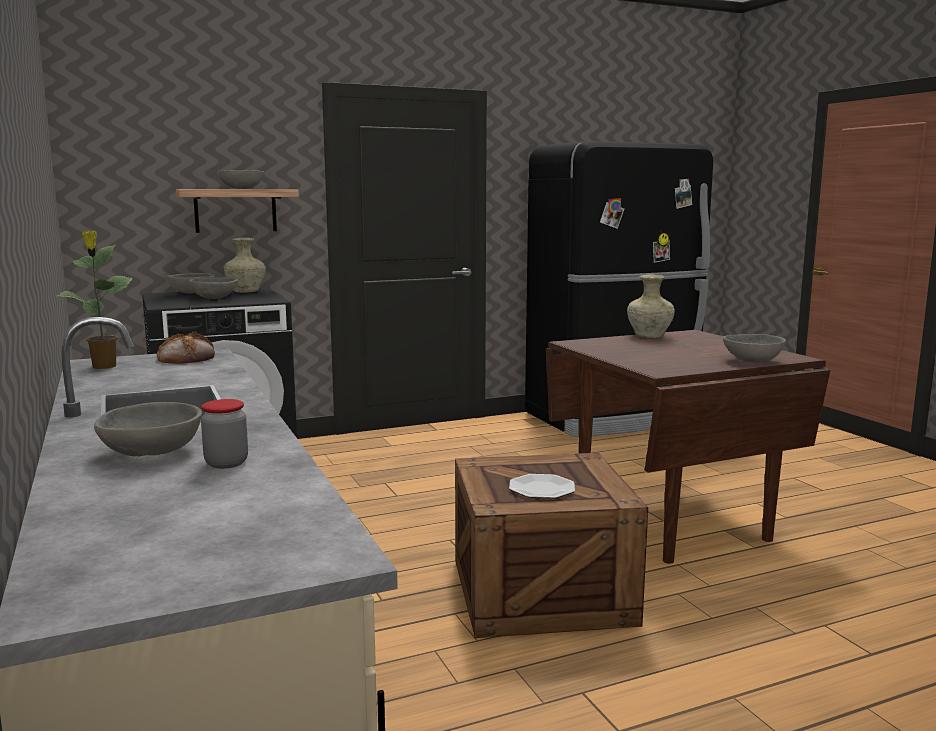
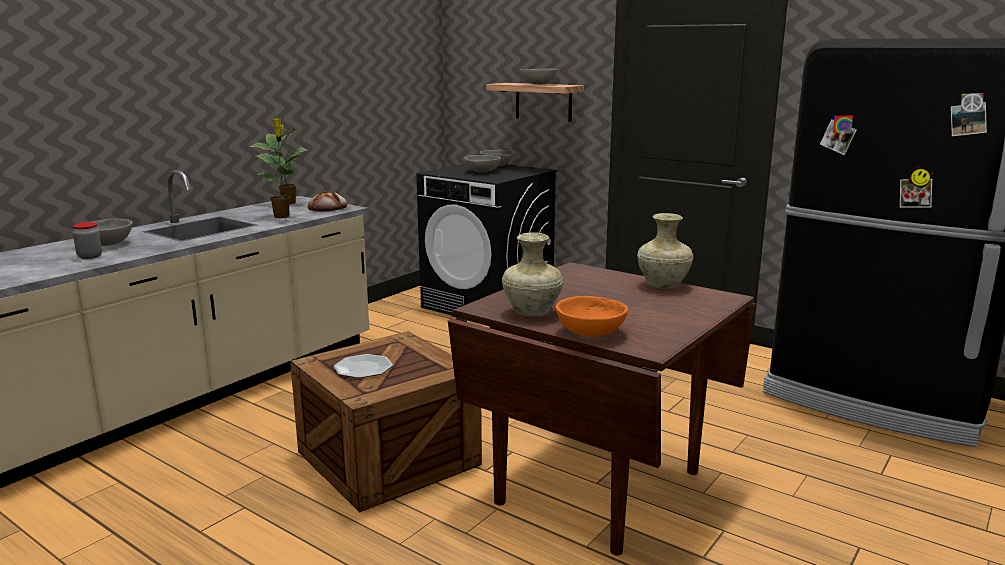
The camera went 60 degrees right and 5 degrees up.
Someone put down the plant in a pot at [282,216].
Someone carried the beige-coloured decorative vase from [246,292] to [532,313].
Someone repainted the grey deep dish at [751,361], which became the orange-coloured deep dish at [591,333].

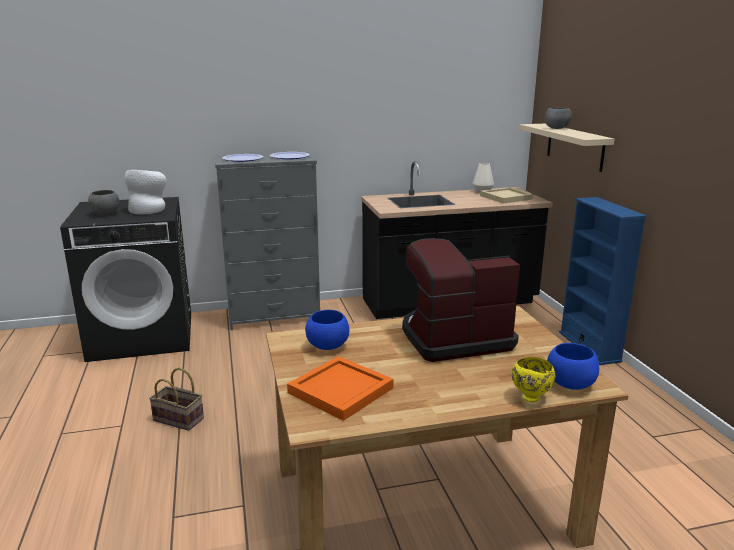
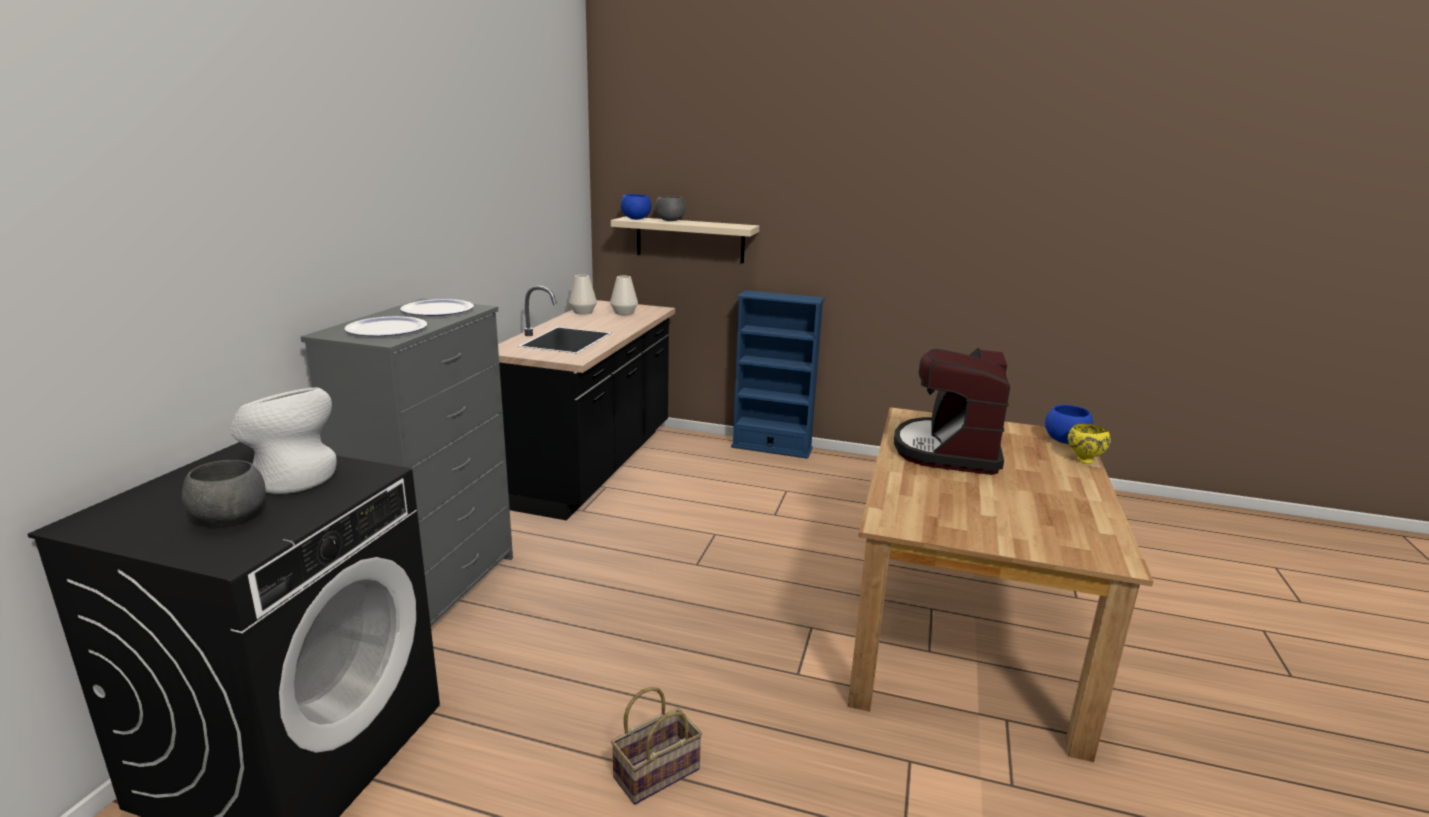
The camera went 60 degrees left and 0 degrees up.
Someone took away the orange-coloured tray at [340,389].
Someone carried the bluish deep dish from [327,346] to [635,219].
Someone swapped the beige-coloured tray at [504,197] for the white decorative vase at [624,313].

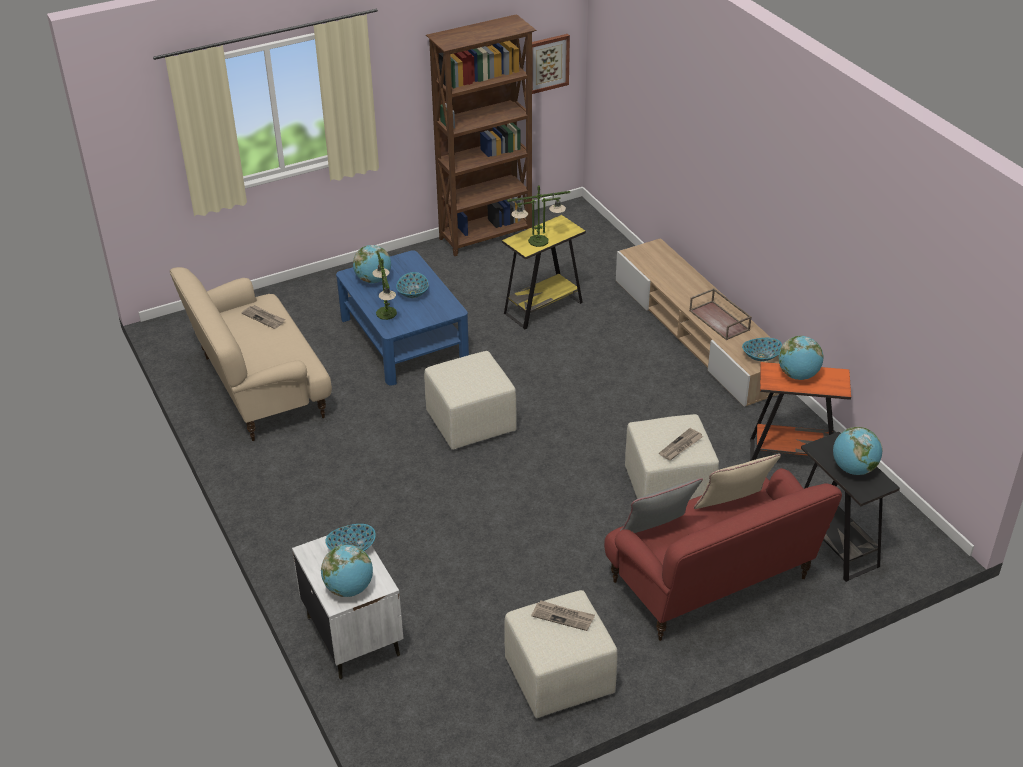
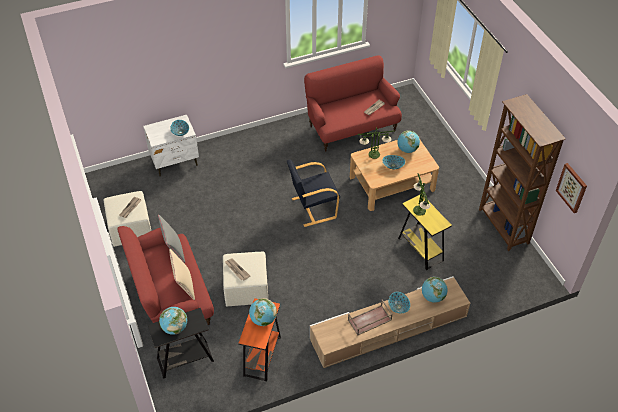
The camera went 95 degrees right and 10 degrees up.
Someone carried the world globe from [349,588] to [433,297].
Someone carried the deep dish from [761,357] to [398,307].
Someone swapped the beige-coloured pouffe at [470,424] for the black-coloured lounge chair at [312,208].
Someone repainted the beige-coloured settee at [260,389], which became the reddish settee at [351,127].
Someone repainted the bluish low table at [403,338], which became the beige-coloured low table at [392,183].

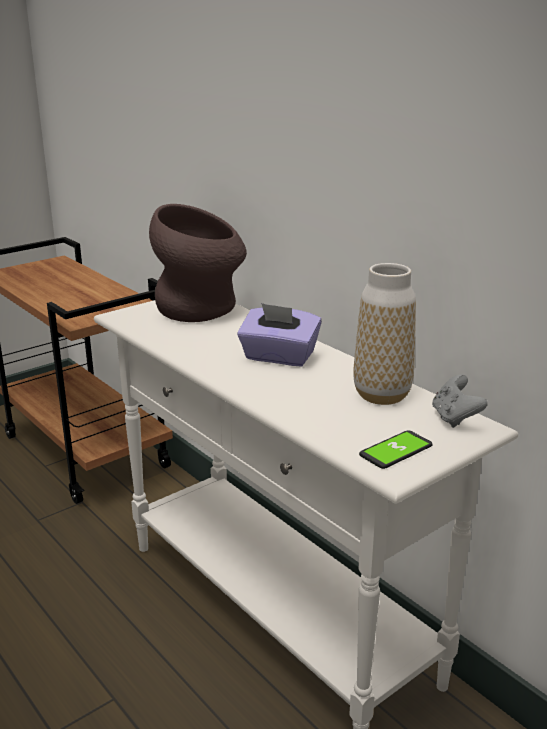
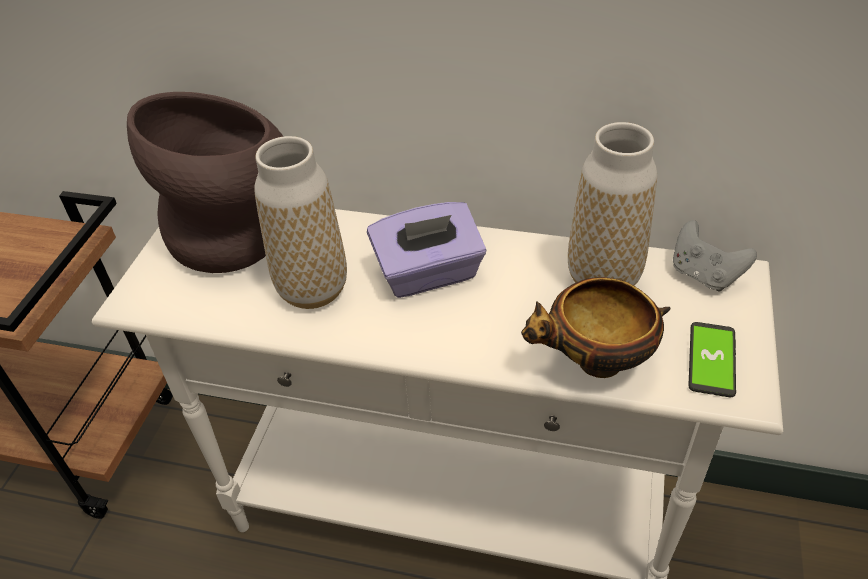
The camera went 35 degrees left and 20 degrees up.
Someone put down the decorative vase at [313,290].
Someone put down the deep dish at [595,363].

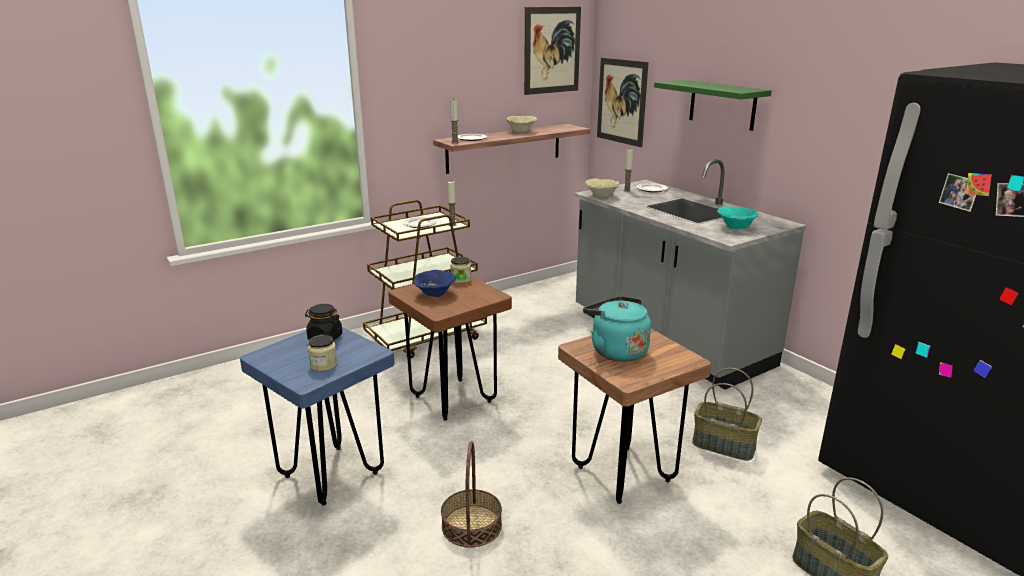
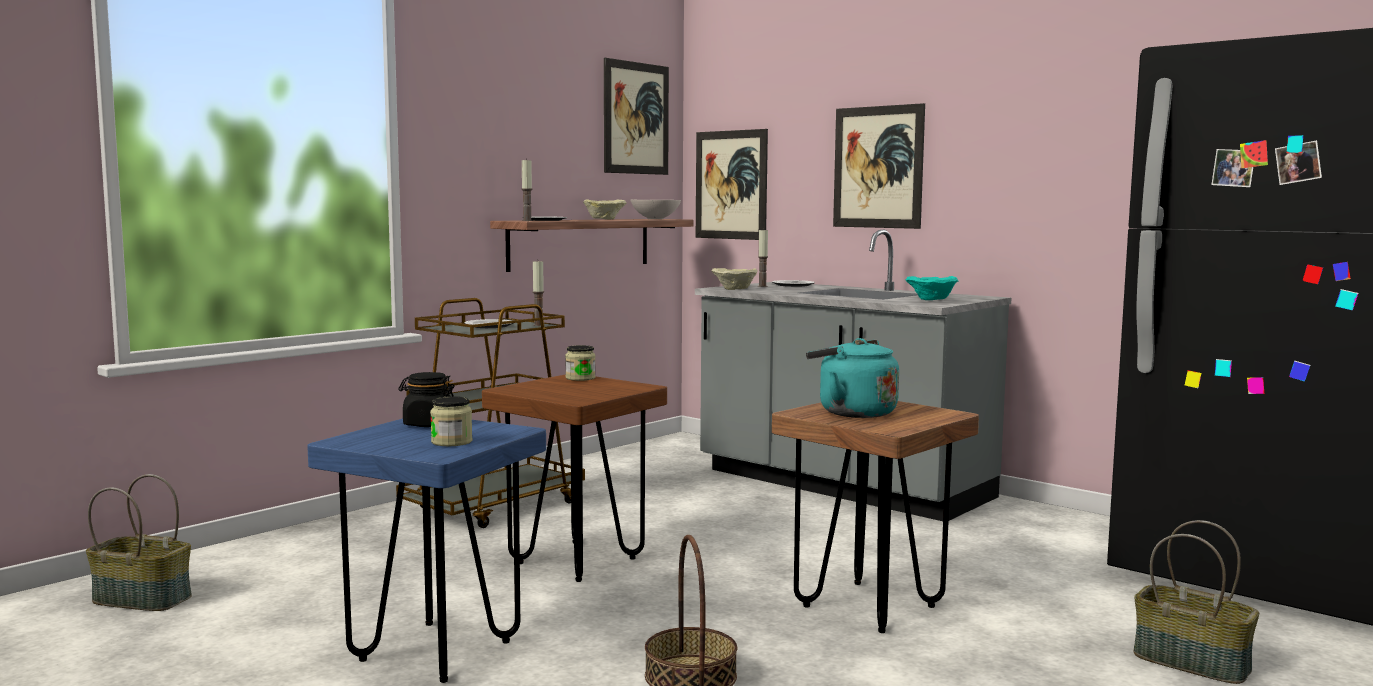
The camera went 15 degrees left and 15 degrees down.
Someone took away the bluish deep dish at [435,294].
Someone put down the white deep dish at [656,219].
Someone carried the basket from [724,445] to [144,599].
Someone swapped the greenish shelf at [722,105] for the wall art at [878,167].

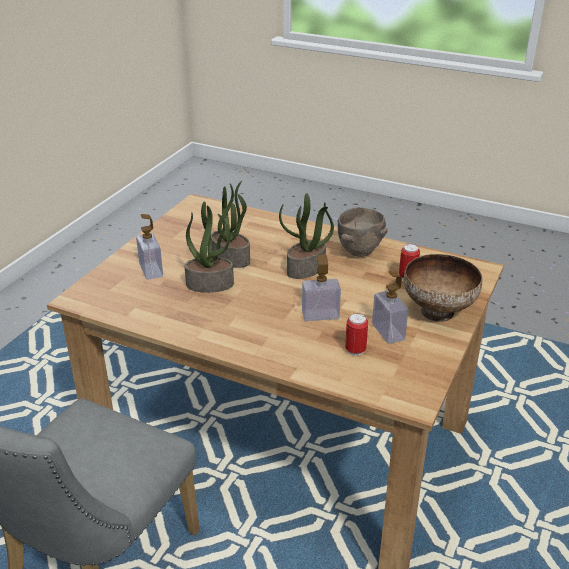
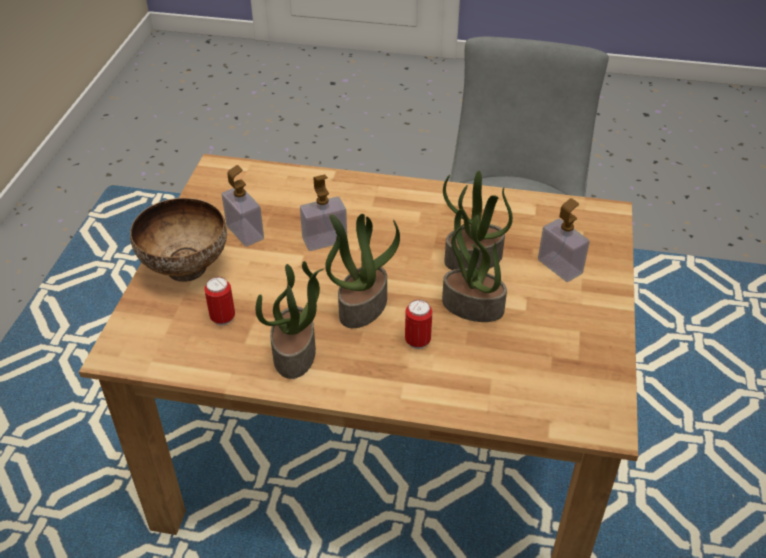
The camera went 165 degrees right and 10 degrees up.
Someone carried the sealed can from [355,350] to [417,341].
Someone swapped the brown deep dish at [359,252] for the plant in a pot at [295,354].

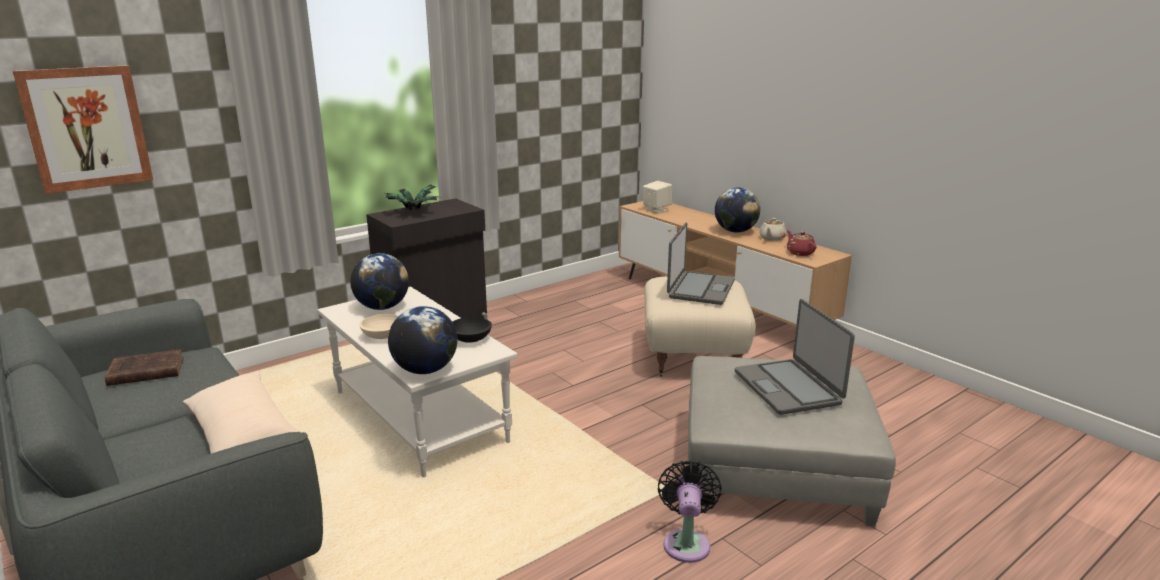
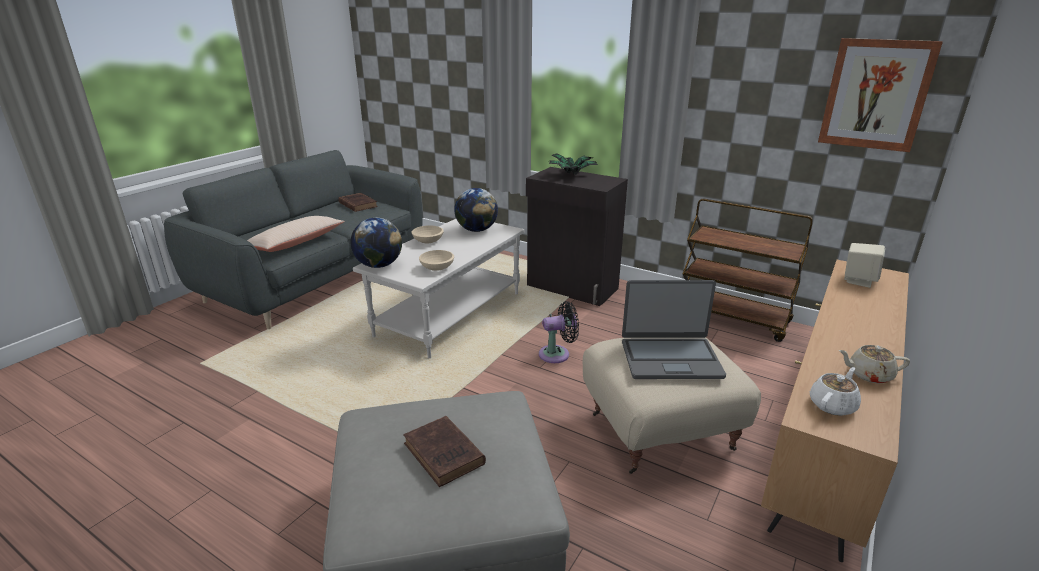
The camera went 70 degrees right and 5 degrees up.
Someone took away the world globe at [735,231].
Someone put down the brown wheeled cart at [732,318].
Someone carried the wall art from [86,128] to [876,94].
Someone carried the black-coloured cooling fan from [686,542] to [557,354].
Someone swapped the notebook computer at [788,388] for the brown volume at [445,455].
Someone repainted the black-coloured deep dish at [471,339], which became the beige-coloured deep dish at [436,268].
Someone repainted the reddish teapot at [800,252], which became the white teapot at [832,405].

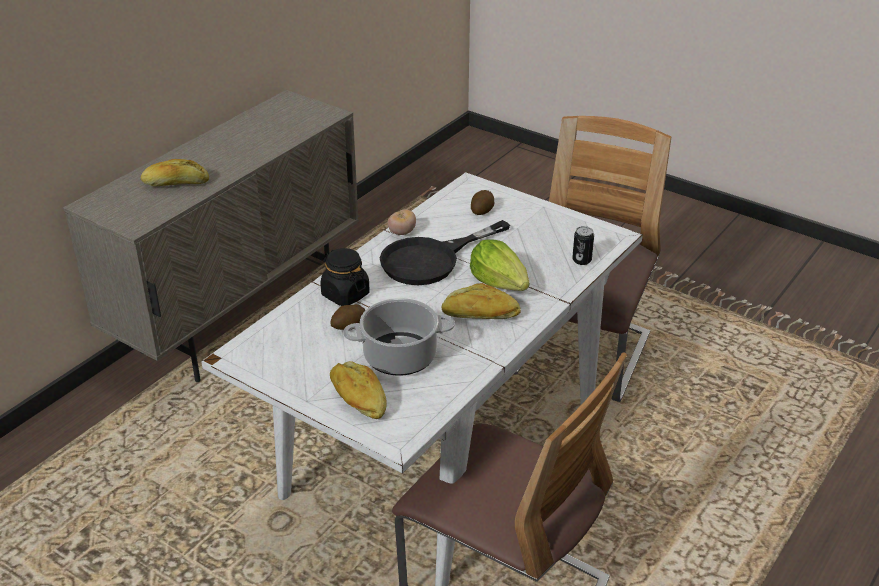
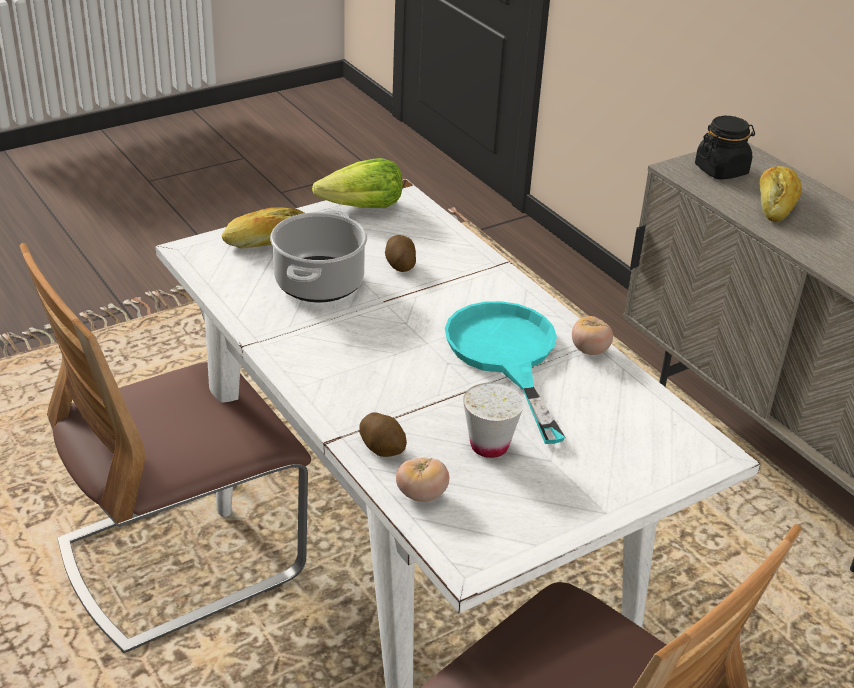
The camera went 110 degrees right and 0 degrees up.
Someone took away the baked bread at [480,315].
Someone put down the white small cup at [489,446].
Someone carried the black-coloured jar from [345,294] to [721,170].
Someone carried the head of lettuce from [500,283] to [362,208].
Someone carried the potato from [482,210] to [383,448].
Someone swapped the sealed can at [581,260] for the tomato at [421,495].
Someone repainted the black-coloured skillet at [431,260], which became the blue-green skillet at [506,356].

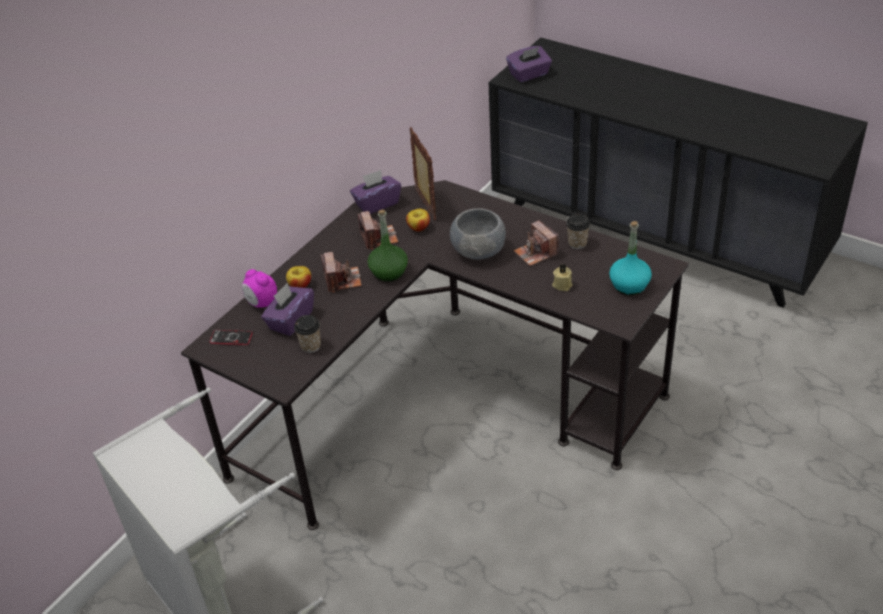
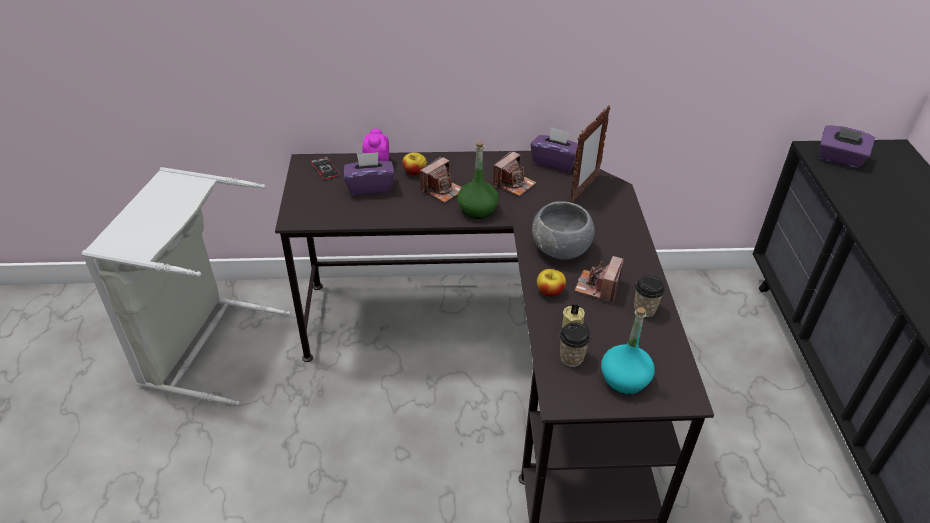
The camera went 50 degrees right and 0 degrees up.
Someone carried the small cup from [310,346] to [571,358].
Someone carried the apple from [419,228] to [550,291].

